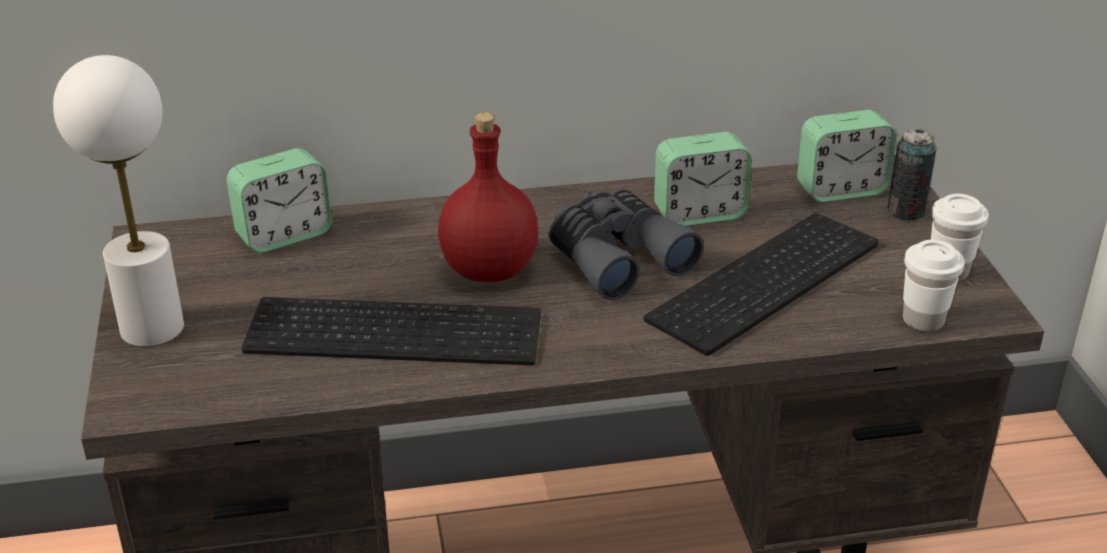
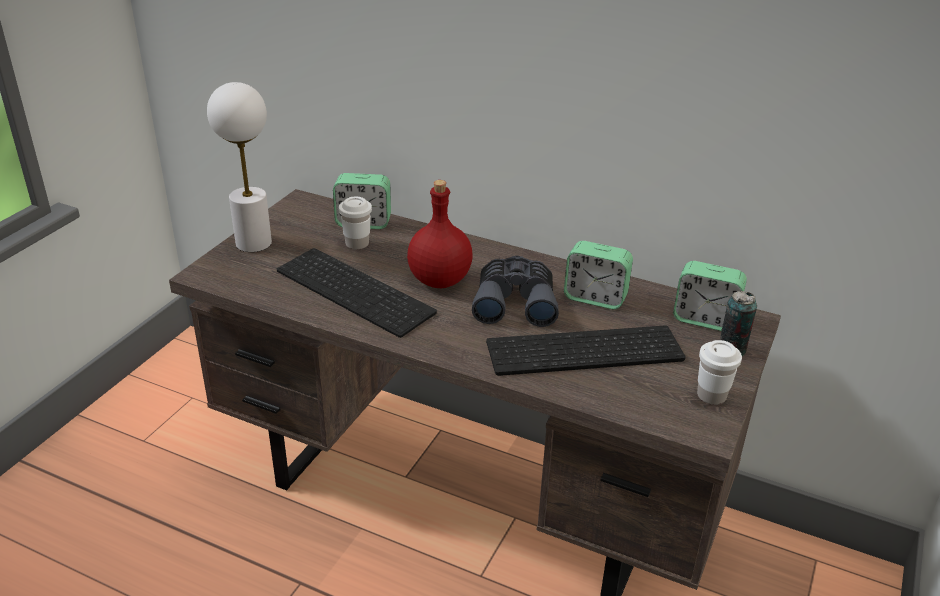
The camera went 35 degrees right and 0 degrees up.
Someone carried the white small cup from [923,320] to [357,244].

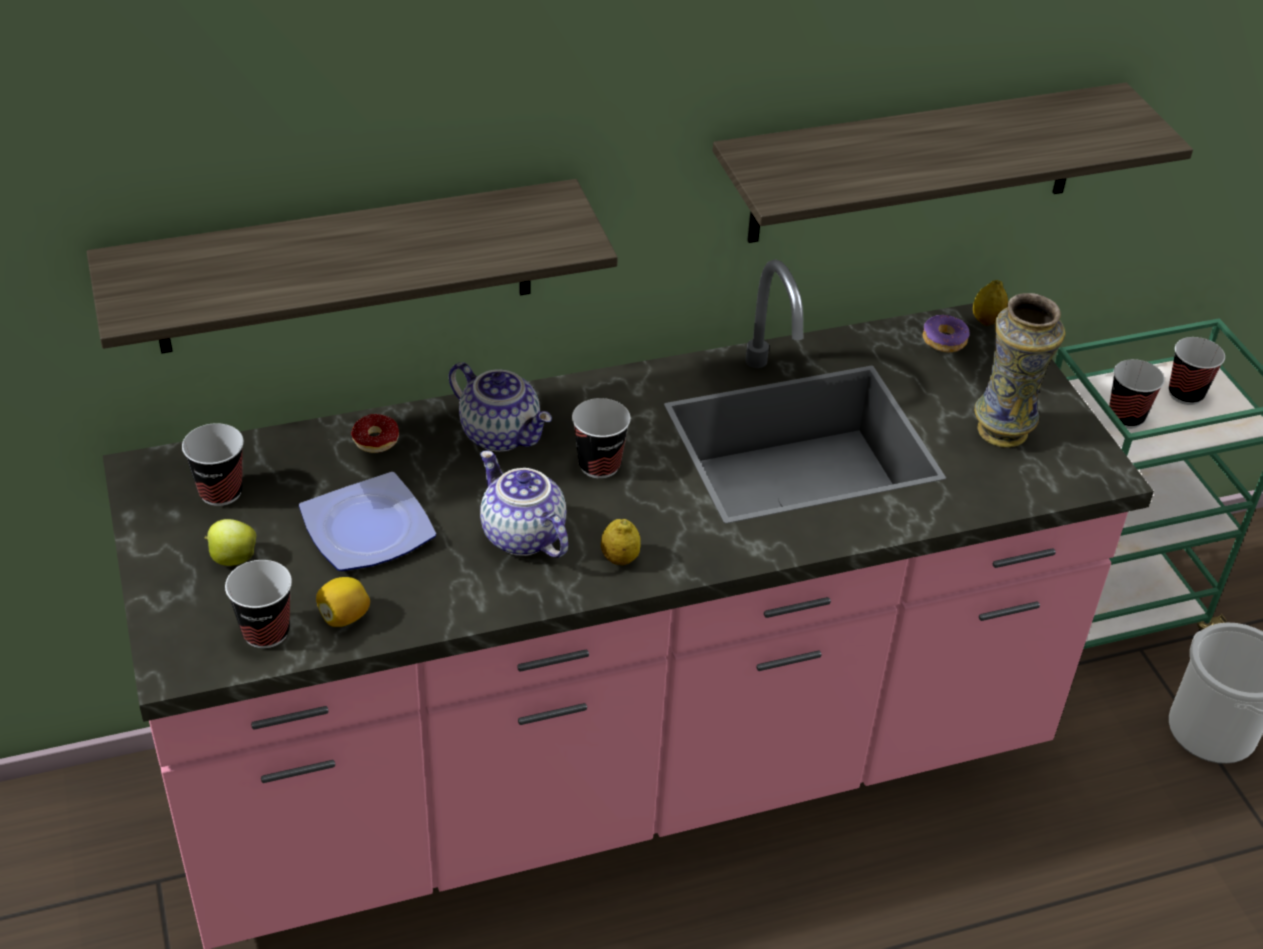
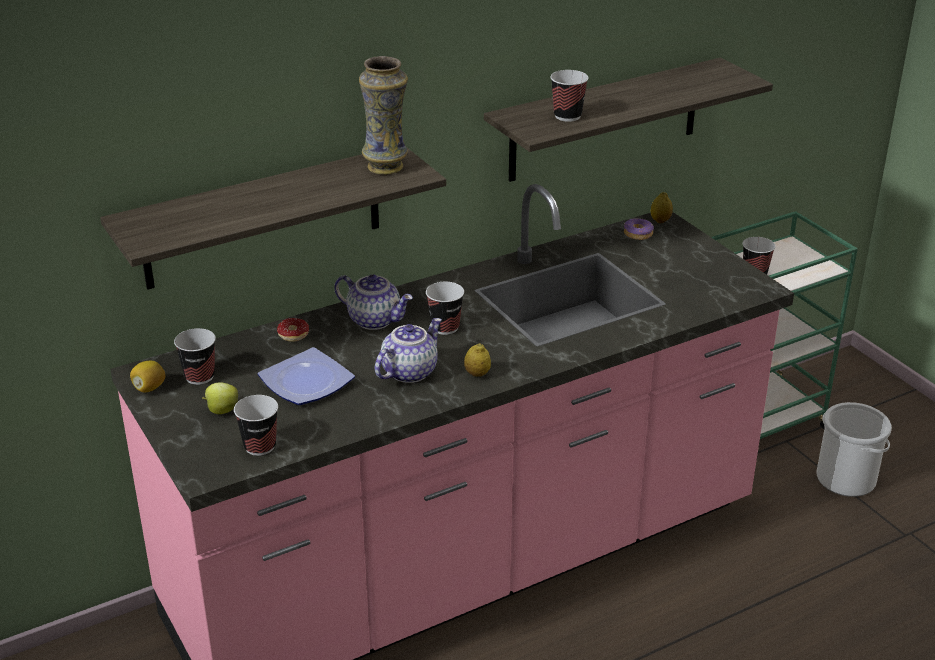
The camera went 10 degrees left and 10 degrees down.
Someone carried the lemon from [344,617] to [149,388].
Someone carried the decorative vase from [1003,432] to [386,167].
Someone carried the small cup from [1185,394] to [567,116].
Someone rotated the teapot at [521,536] by 90 degrees clockwise.

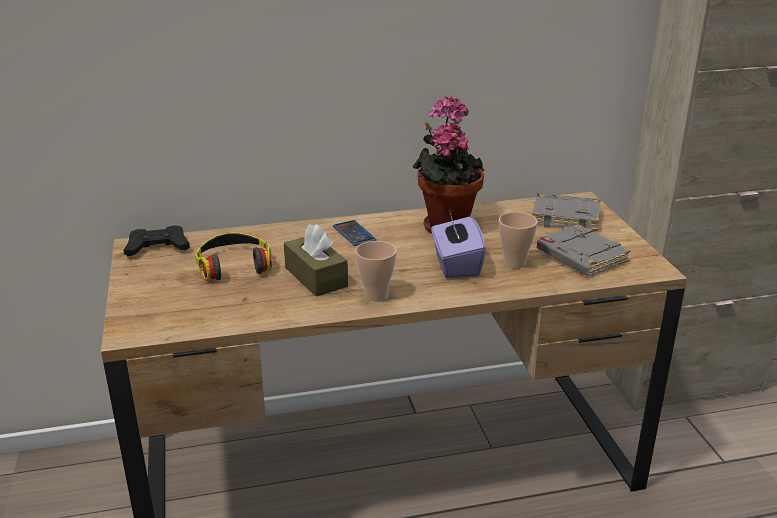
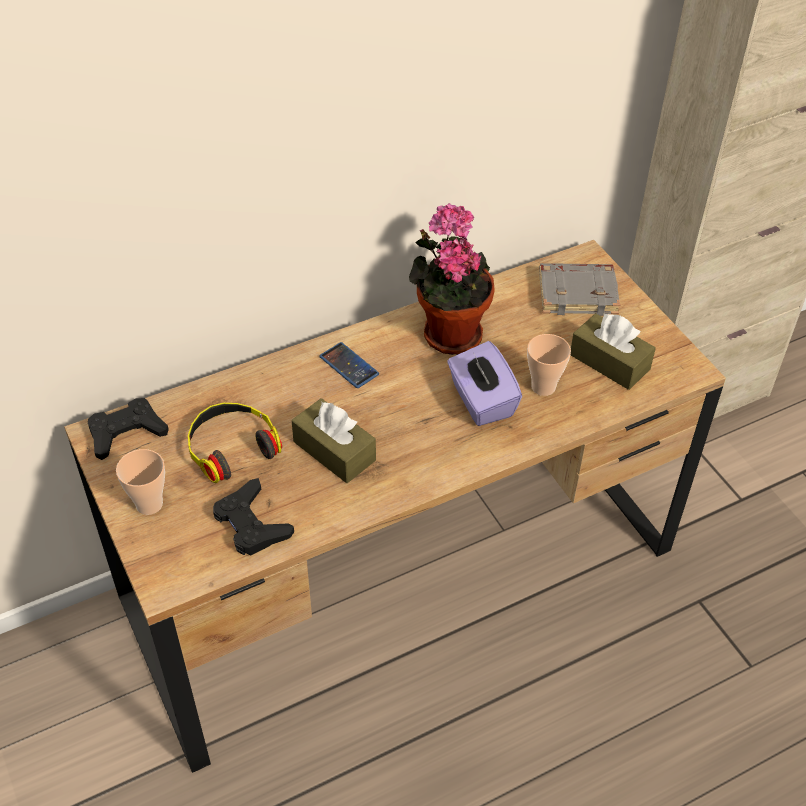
The camera went 15 degrees left and 20 degrees up.
Someone put down the black-coloured joypad at [251,524].
Someone carried the small cup from [376,296] to [149,504].
Someone swapped the grey volume at [580,256] for the brown box of tissues at [609,362].

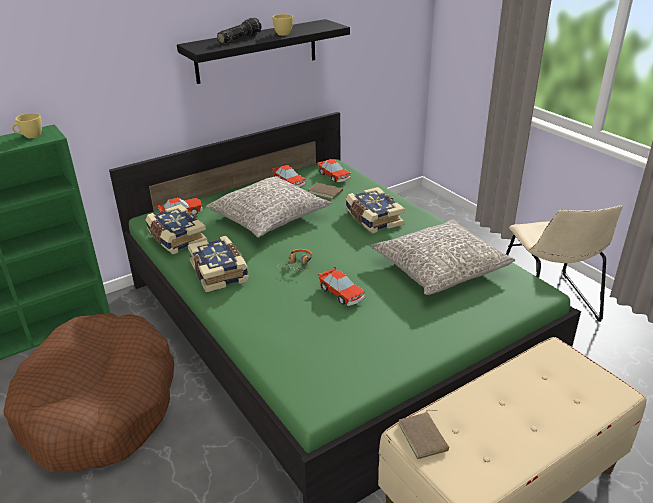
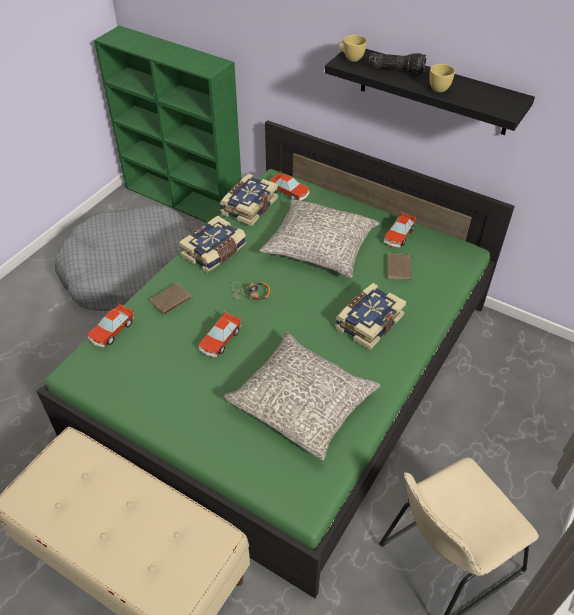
The camera went 65 degrees right and 15 degrees up.
Someone carried the yellow-coloured small cup from [30,136] to [351,58].
Someone carried the toy car from [334,176] to [112,331].
Someone carried the brown volume from [424,437] to [171,301].
Someone repainted the brown dog cushion at [100,406], which became the grey dog cushion at [132,272].

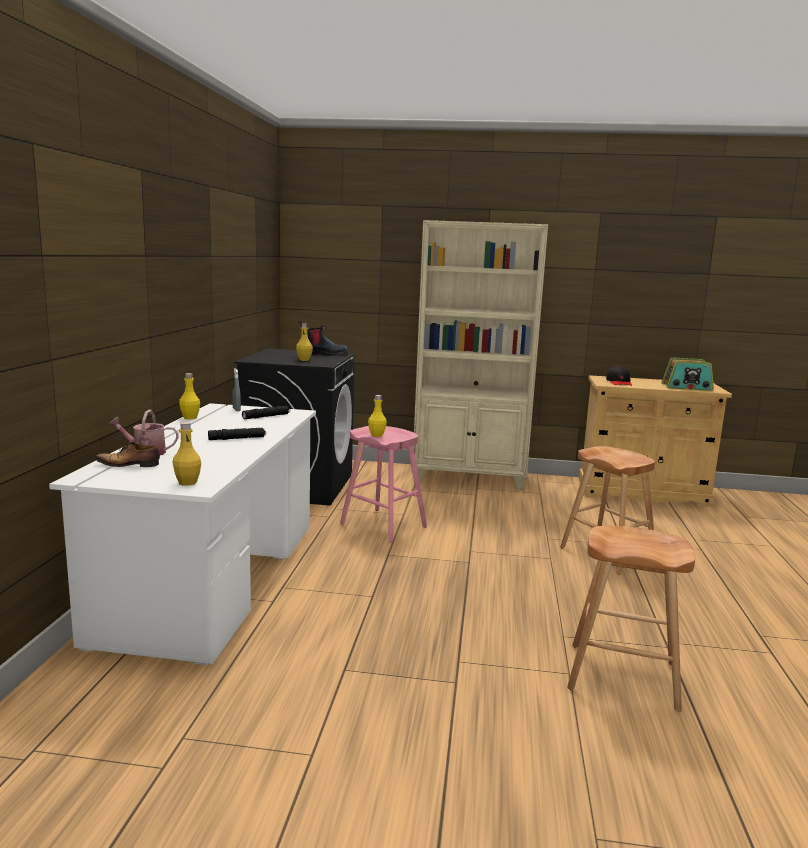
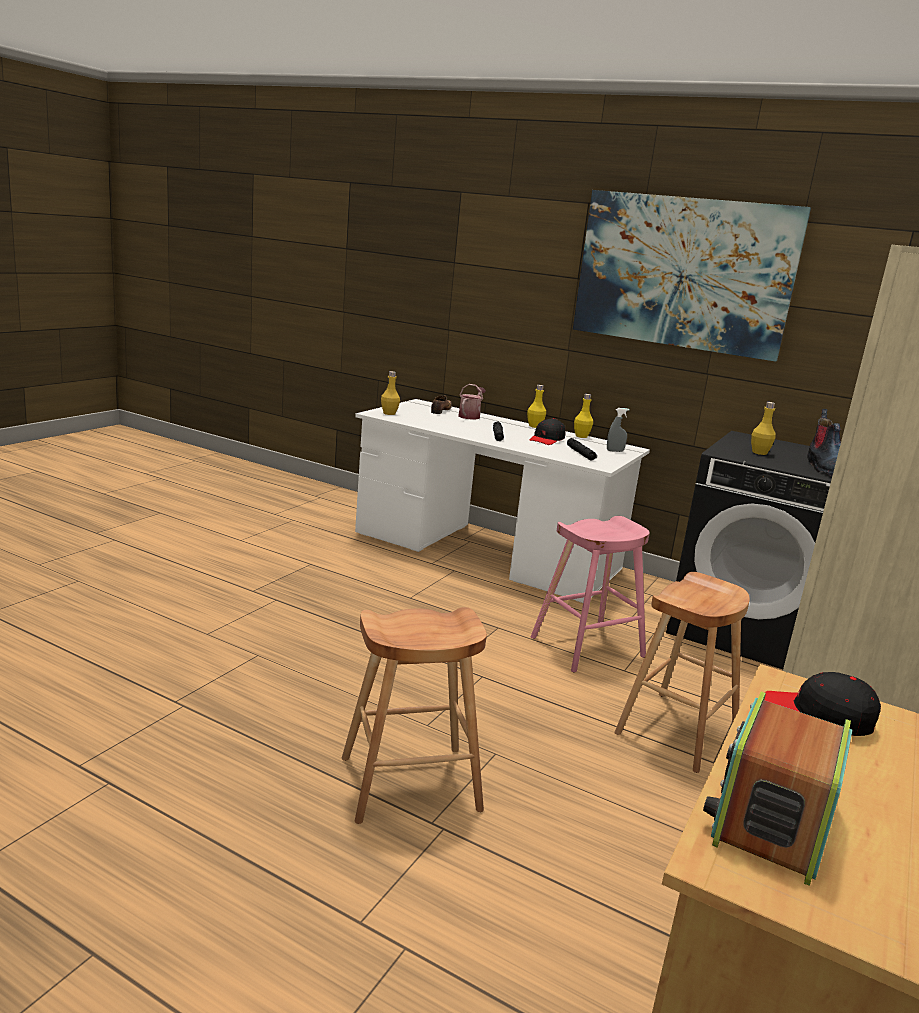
The camera went 110 degrees right and 5 degrees up.
Someone put down the black-coloured peaked cap at [547,439].
Someone put up the wall art at [683,273].
Someone carried the yellow-coloured bottle from [377,435] to [534,426].
Someone carried the brown sitting stool from [622,676] to [677,730].

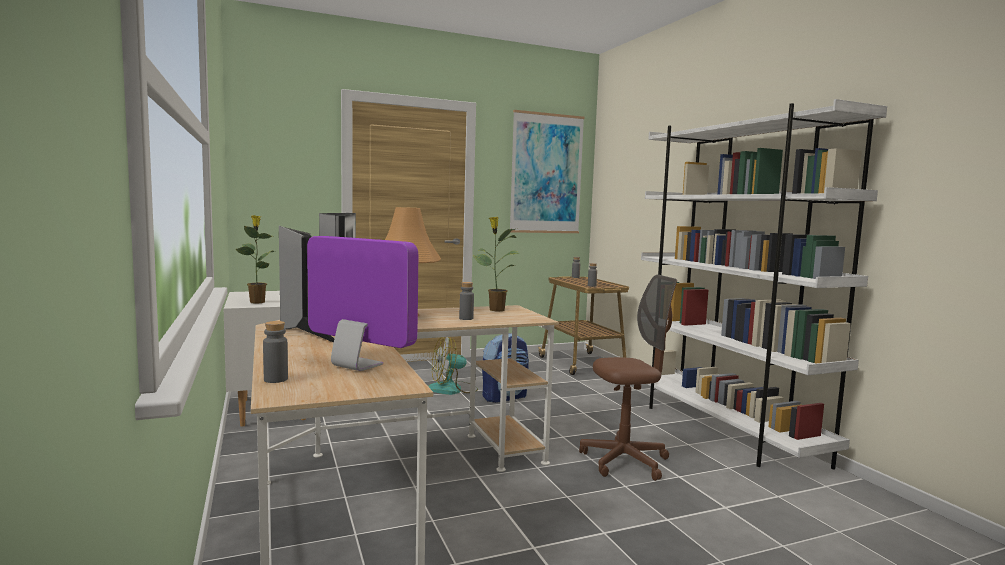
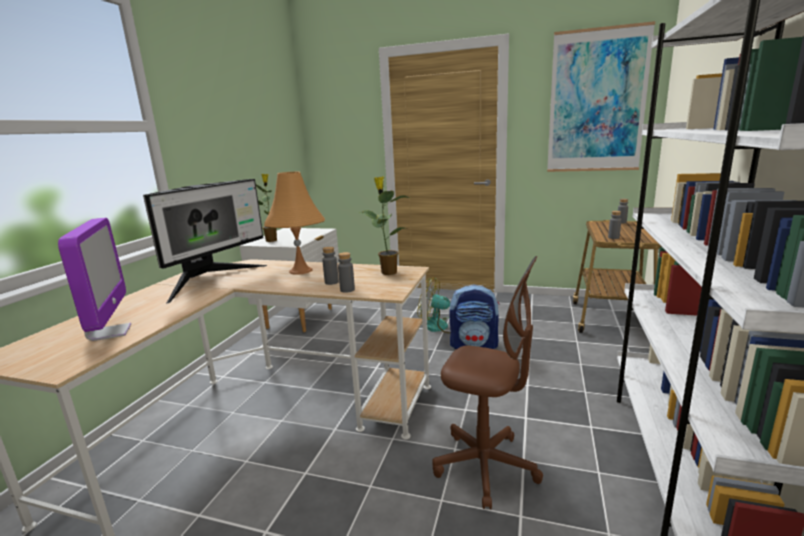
The camera went 40 degrees right and 10 degrees up.
Someone carried the grey bottle from [275,379] to [347,290].

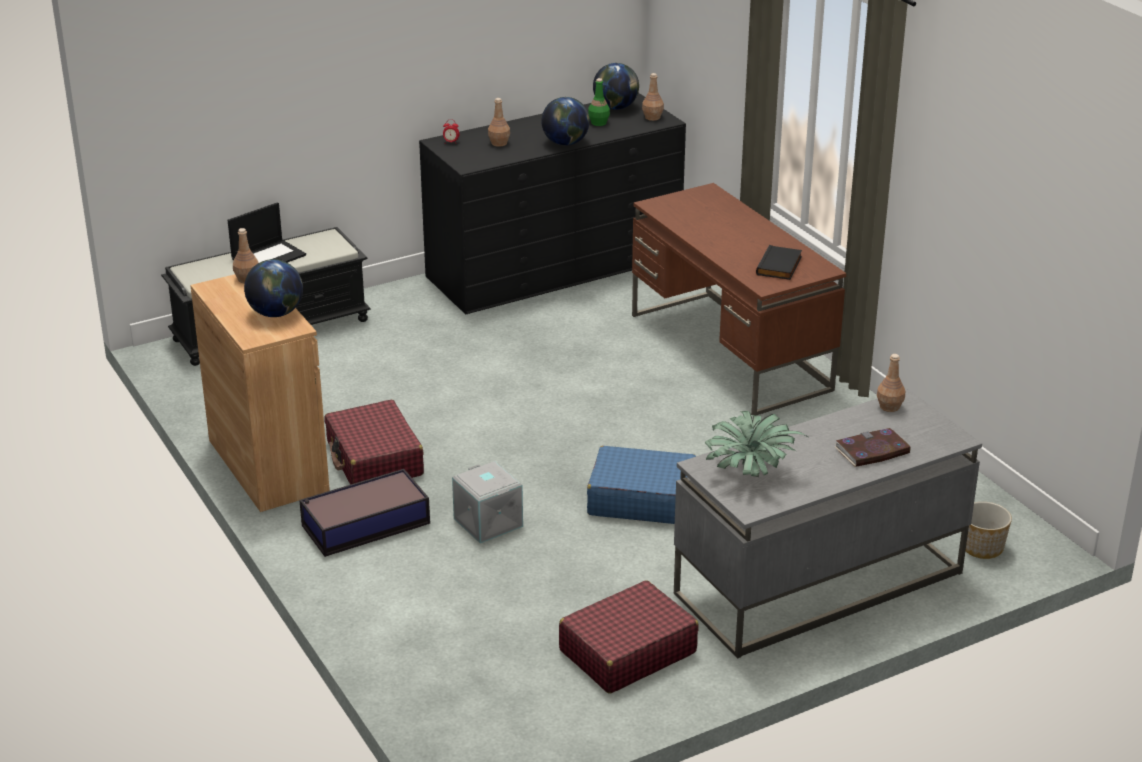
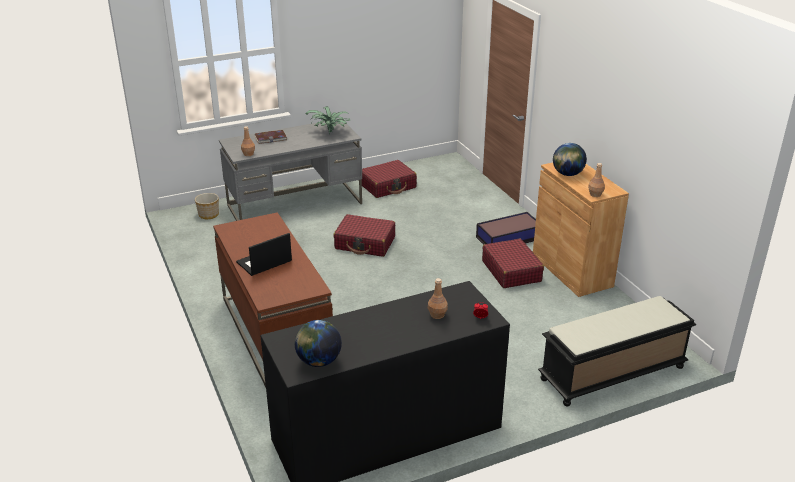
The camera went 175 degrees left and 0 degrees up.
Someone took away the grey storage bin at [487,522].
Someone took away the world globe at [565,143].
Someone took away the greenish bottle at [598,123].
Someone took away the brown bottle at [652,117].
Someone took away the black-coloured volume at [780,266].
Someone carried the notebook computer from [269,256] to [264,262].
Someone repainted the bluish piece of luggage at [641,499], which became the reddish piece of luggage at [365,243].

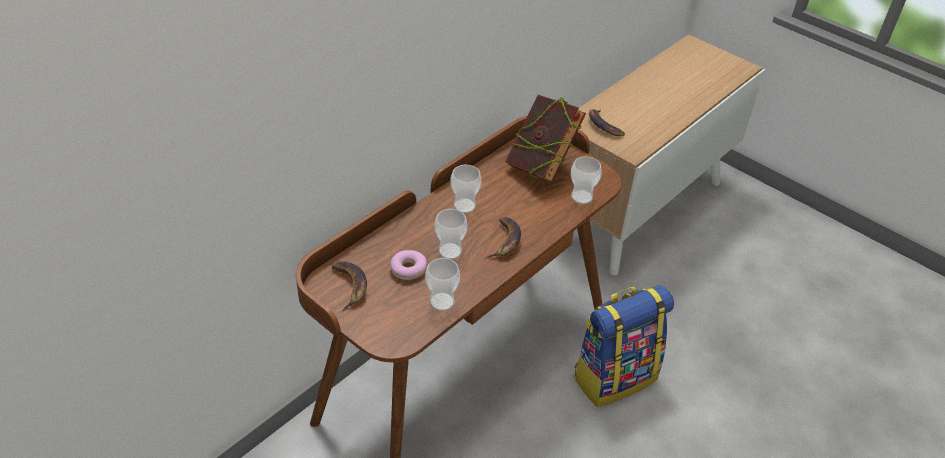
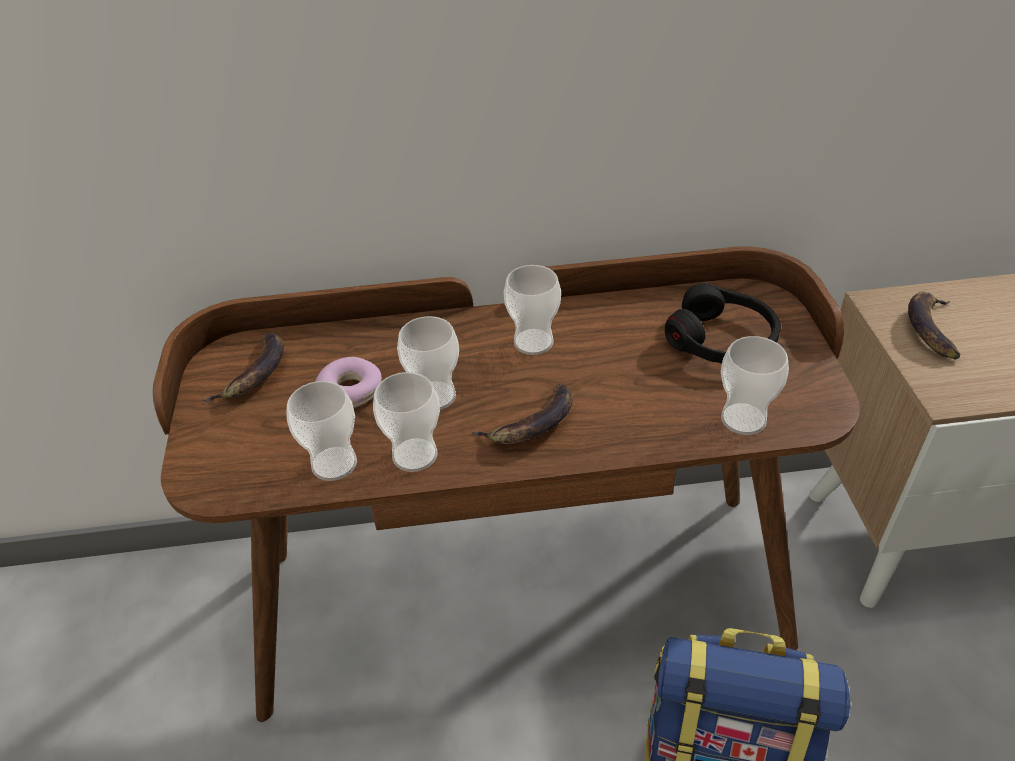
The camera went 45 degrees right and 0 degrees up.
Someone put down the small cup at [414,455].
Someone swapped the volume at [541,167] for the black-coloured pair of headphones at [722,340].

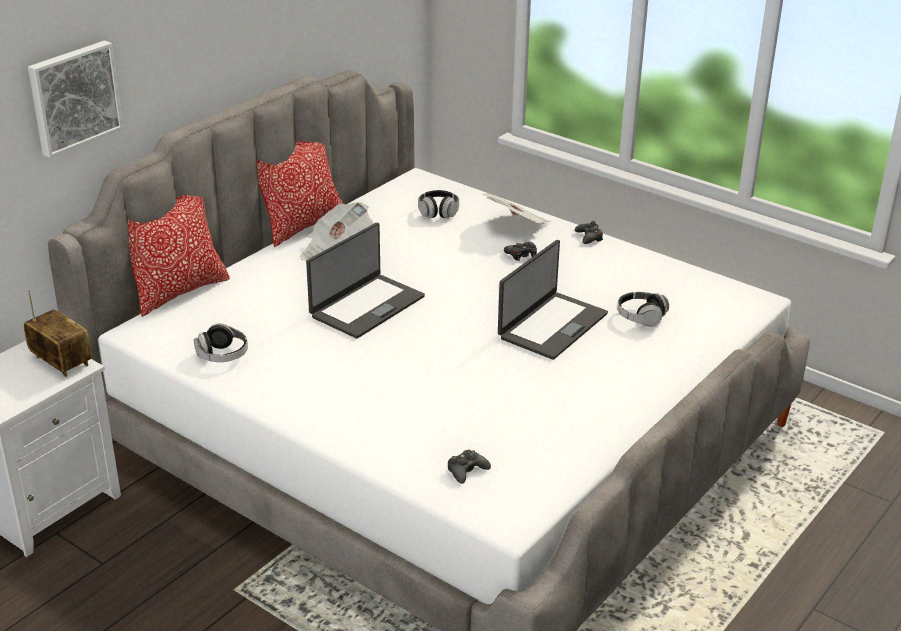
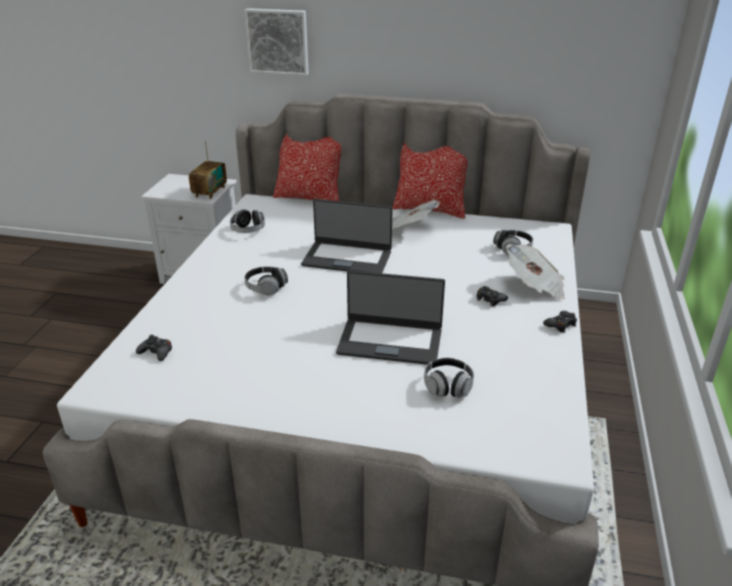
The camera went 65 degrees right and 0 degrees up.
Someone put down the pair of headphones at [266,288].

